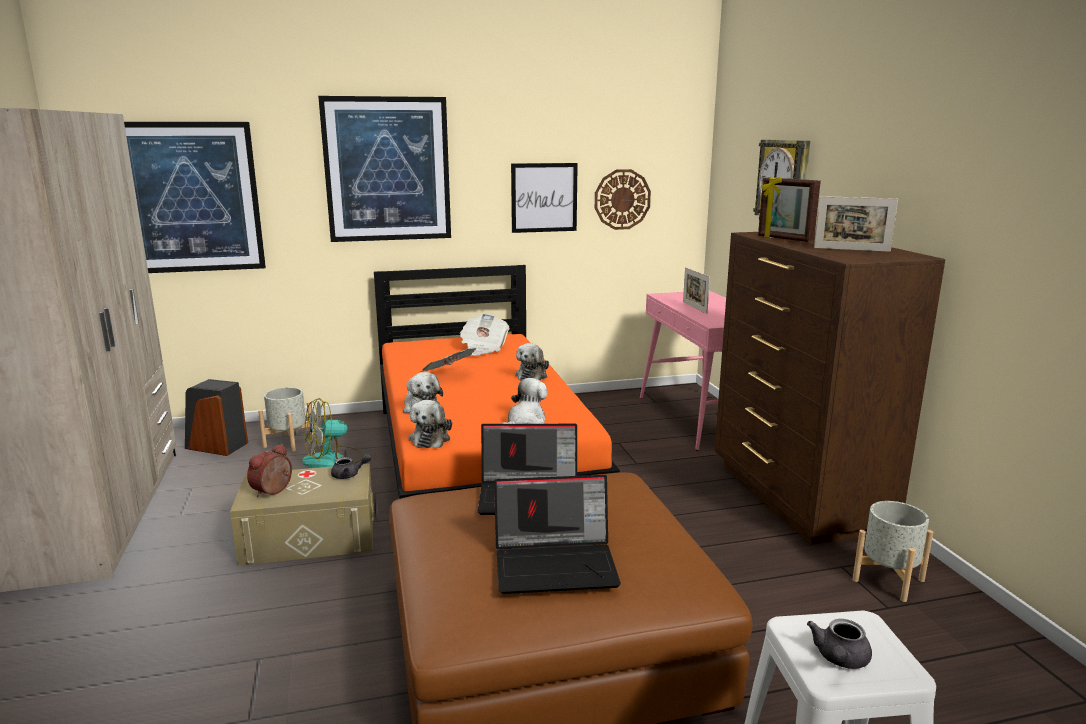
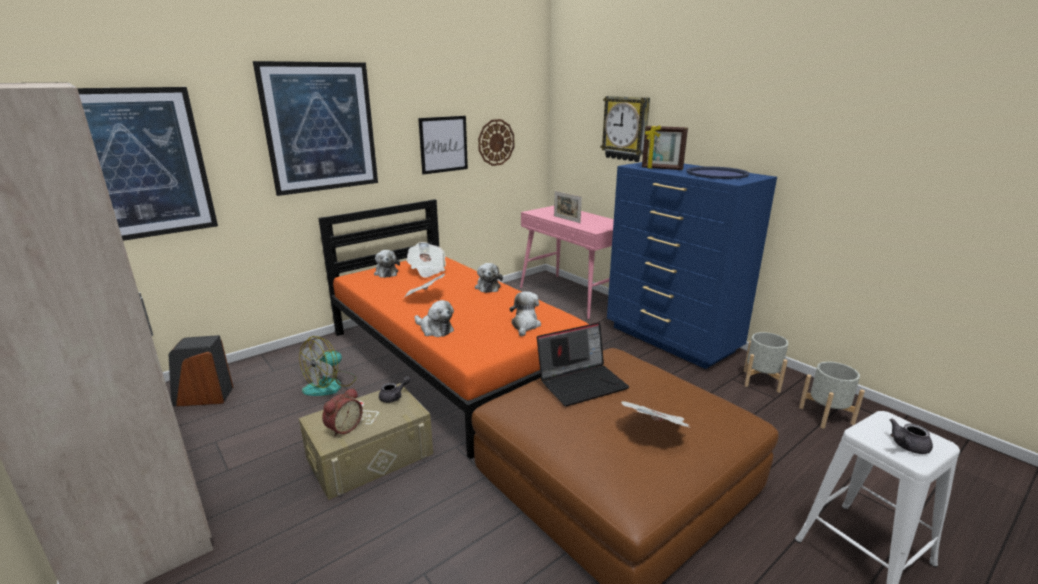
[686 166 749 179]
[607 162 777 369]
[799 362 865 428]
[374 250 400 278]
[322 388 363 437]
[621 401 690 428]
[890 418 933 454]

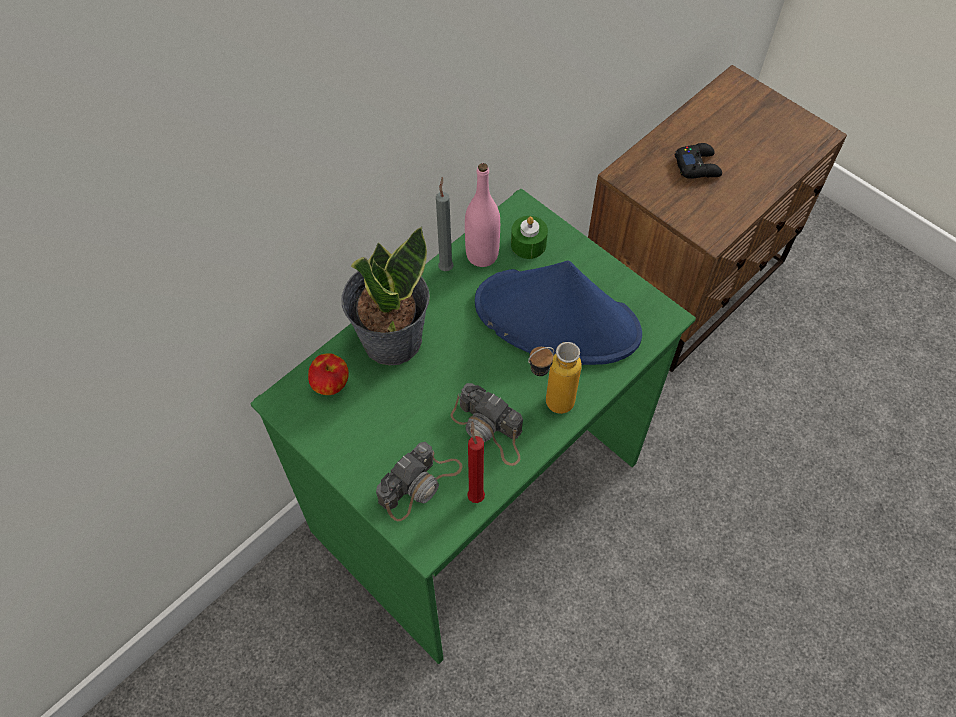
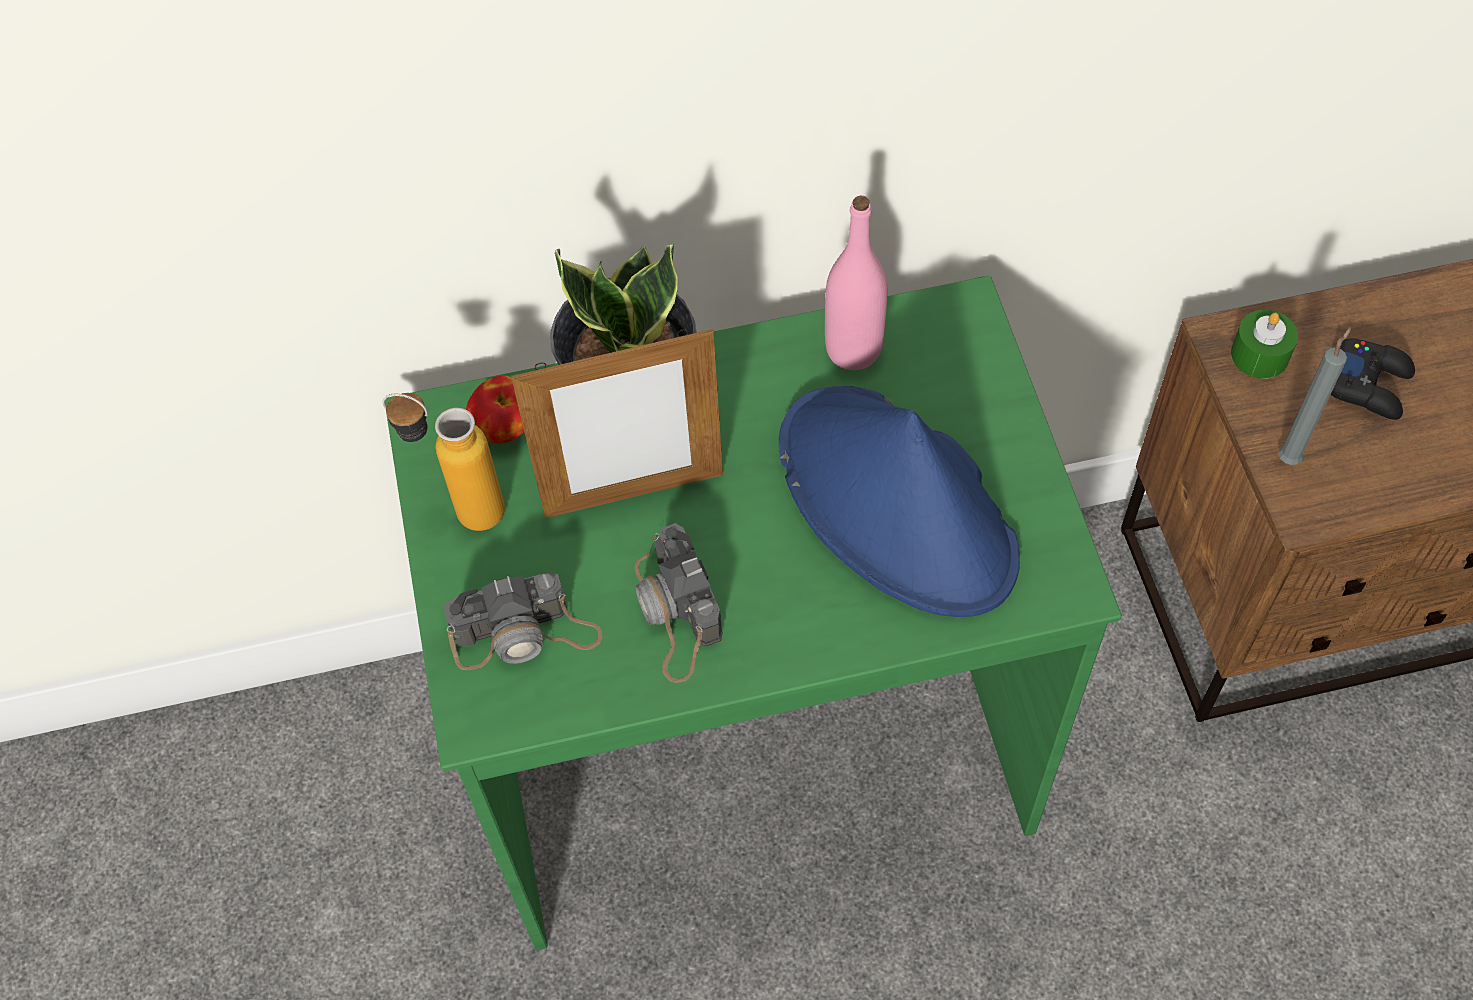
[1278 327 1351 465]
[1231 310 1298 379]
[383 393 505 531]
[467 421 485 503] (first image)
[511 329 723 518]

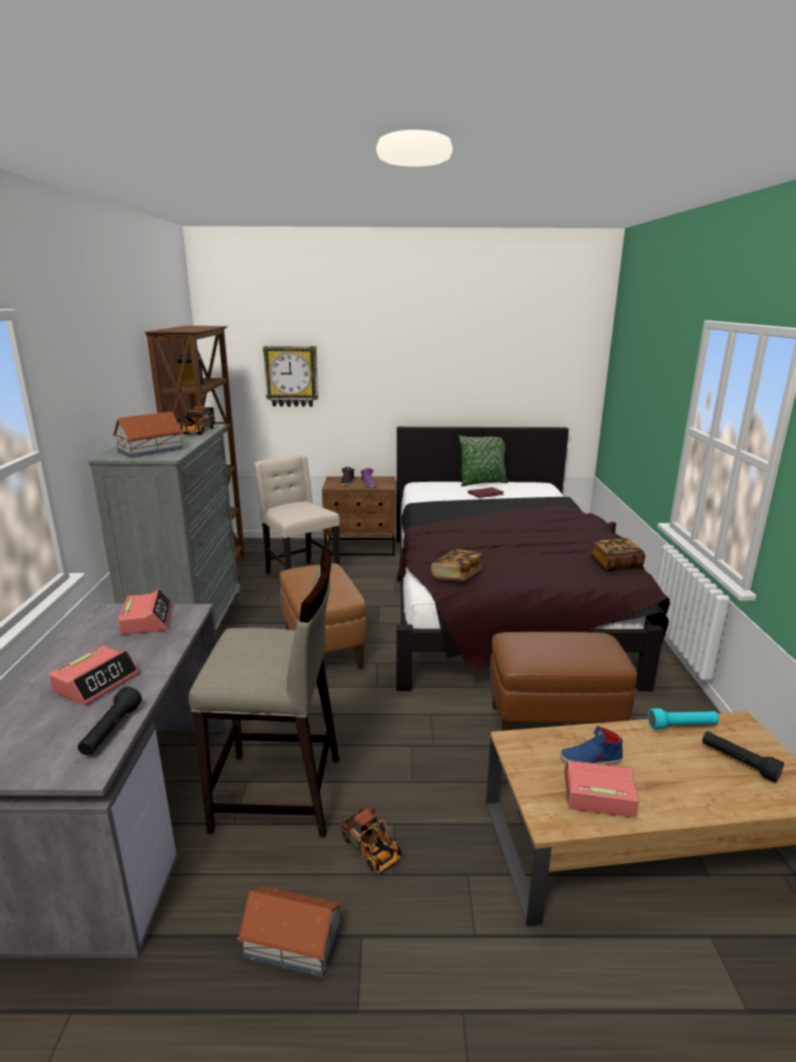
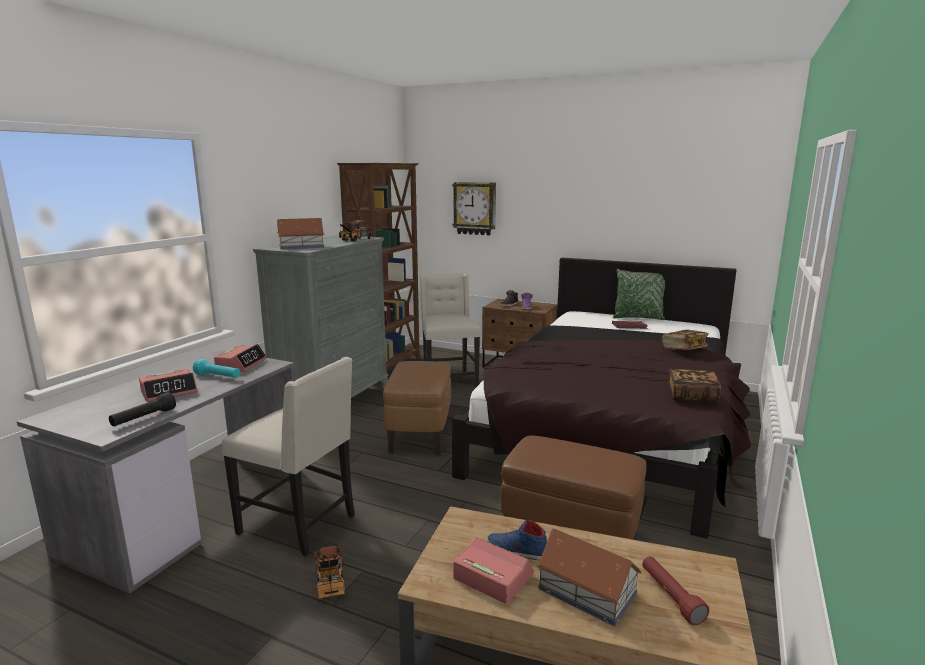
[221 357 355 557]
[662 330 709 350]
[193 359 240 378]
[642 556 709 625]
[536 529 642 626]

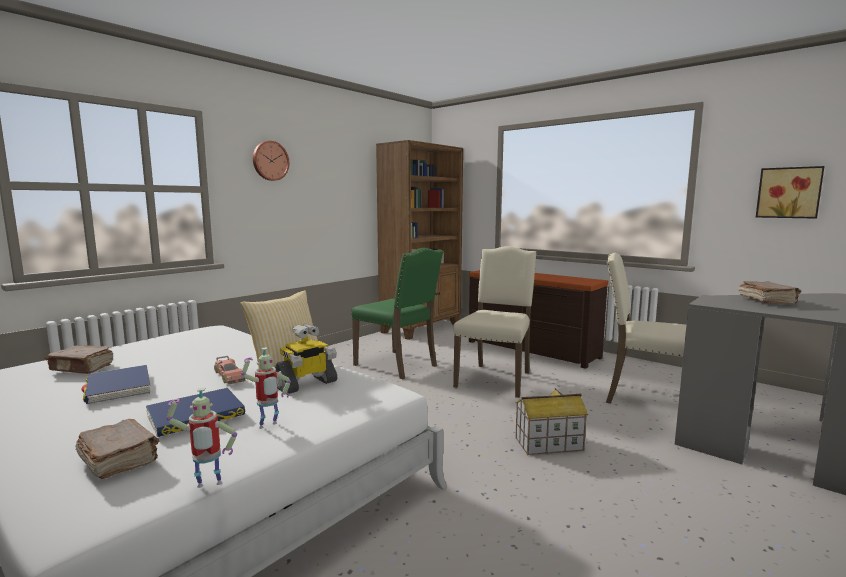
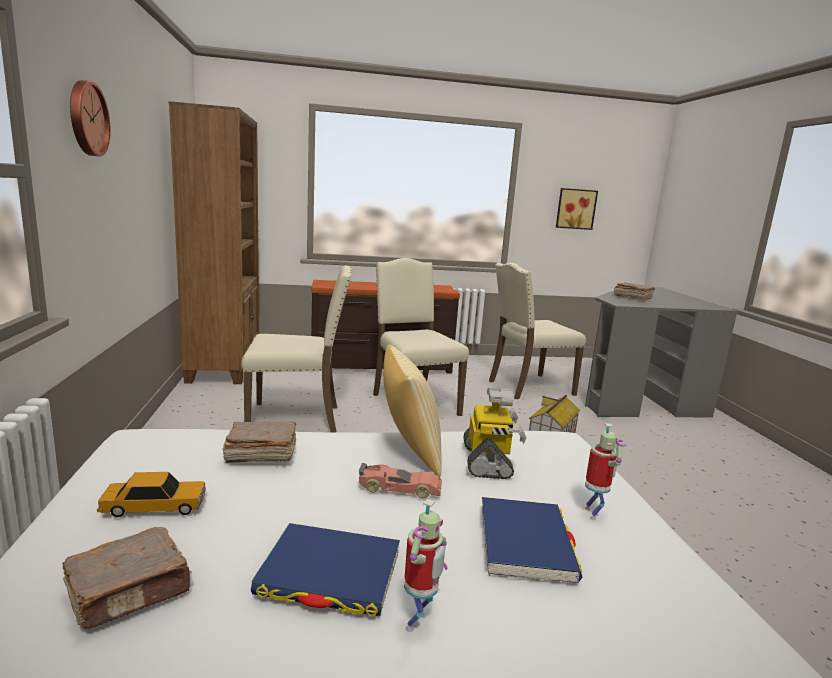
[242 265 352 432]
[404 499 448 632]
[223 421 296 463]
[97 472 206 517]

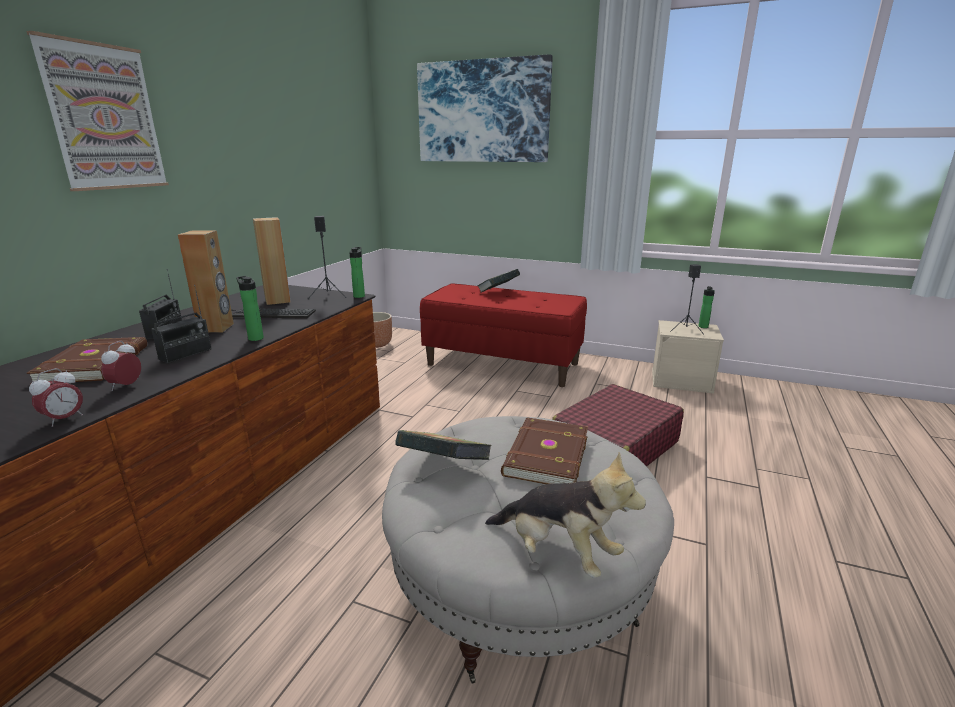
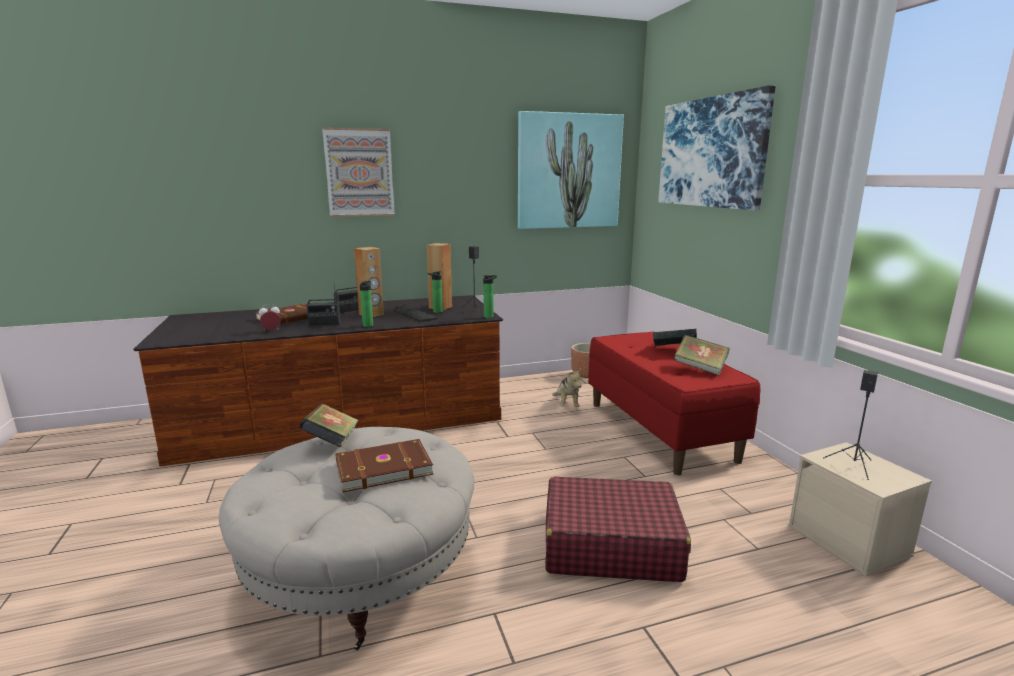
[428 271 443 313]
[29 368 83 427] (first image)
[552 368 582 407]
[518 111 624 229]
[674 335 730 375]

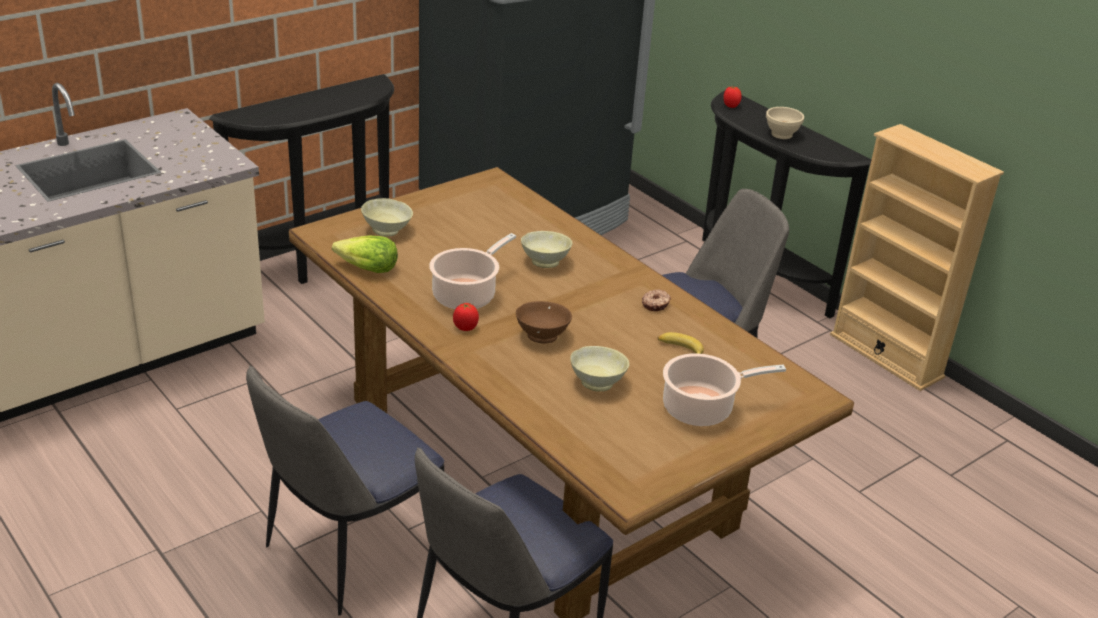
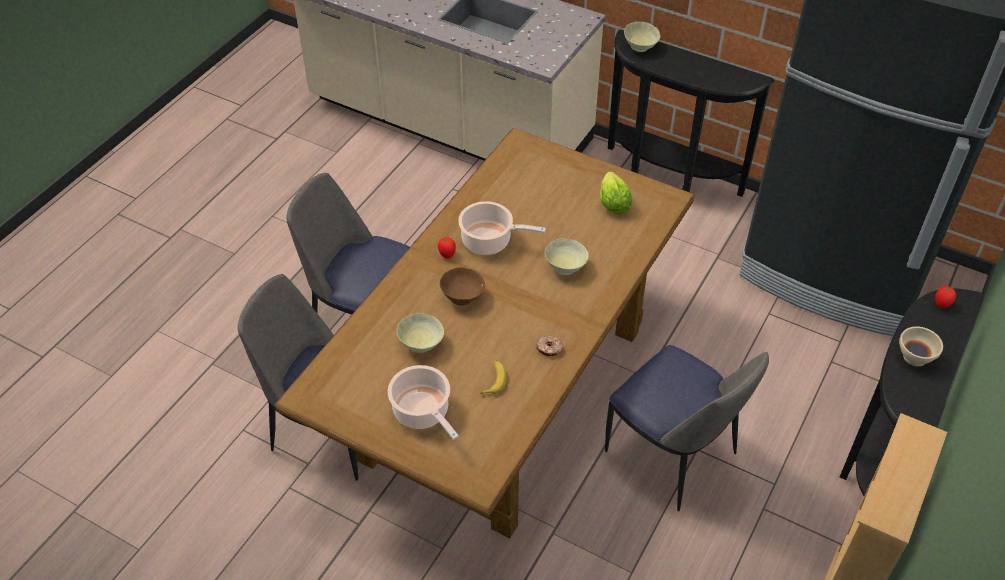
[624 22 660 52]
[600 172 632 214]

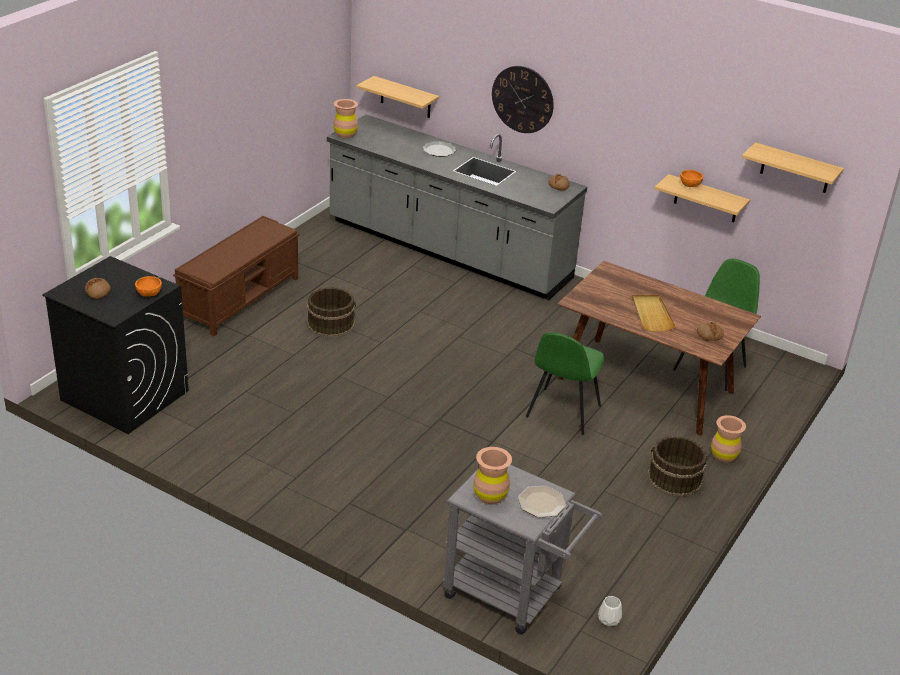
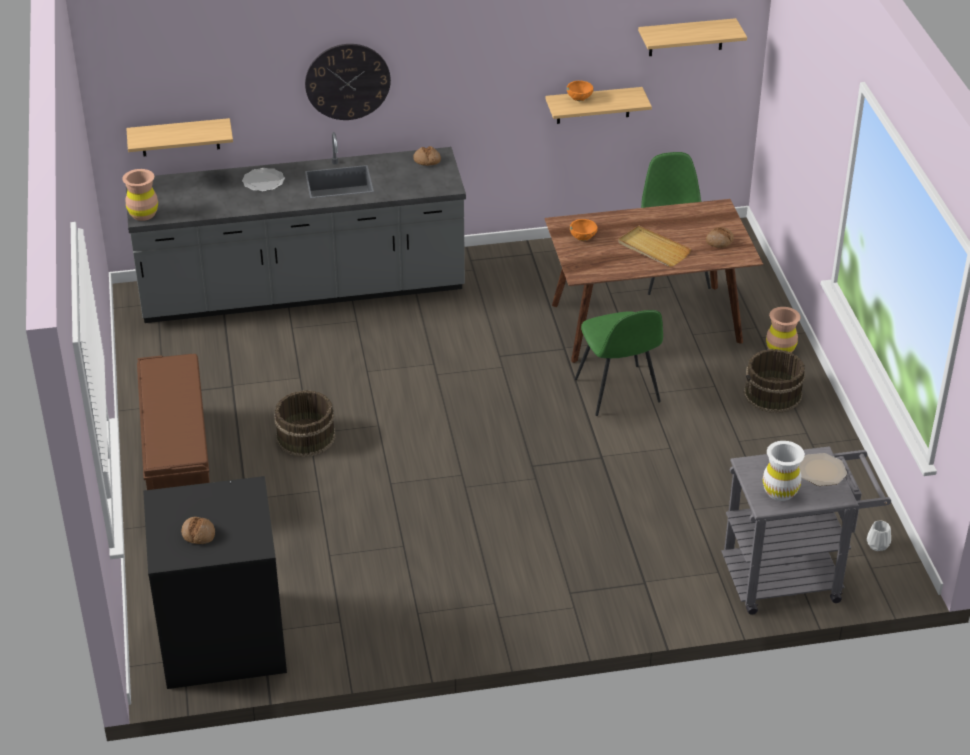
[570 219 597 241]
[763 441 805 501]

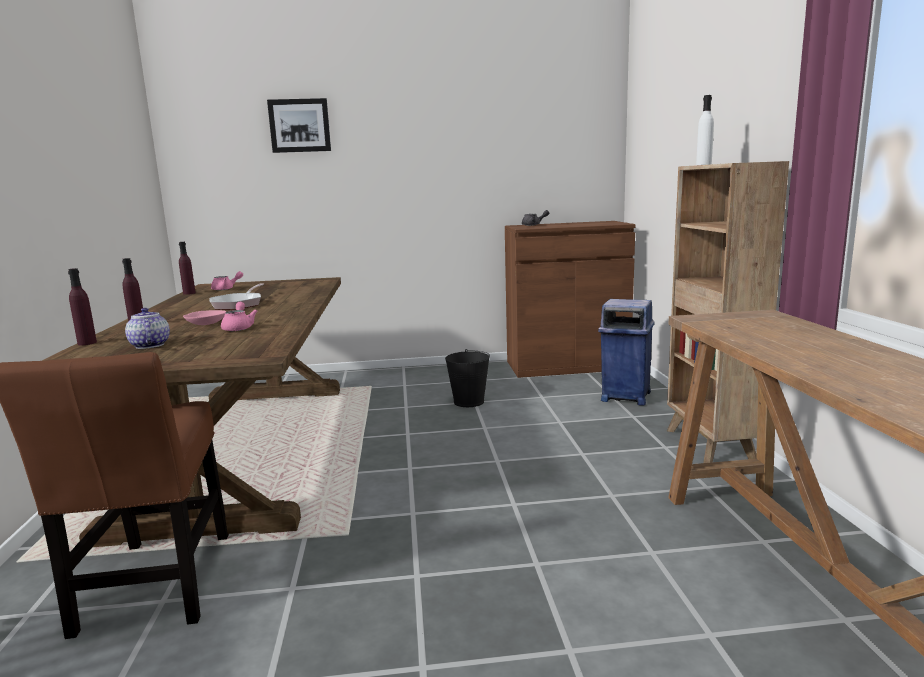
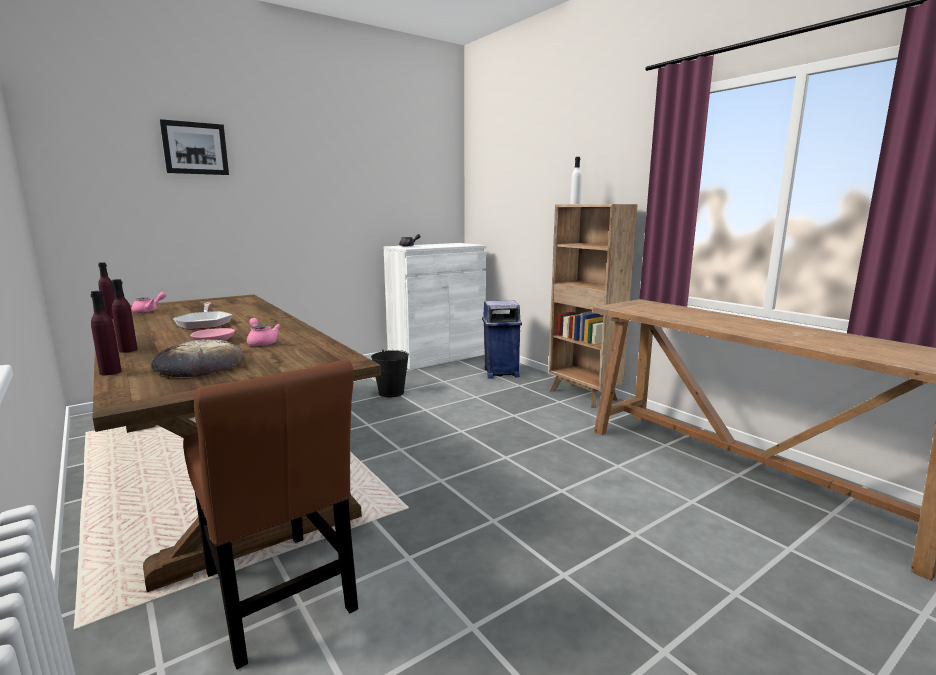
[384 243 486 370]
[151 339 243 377]

